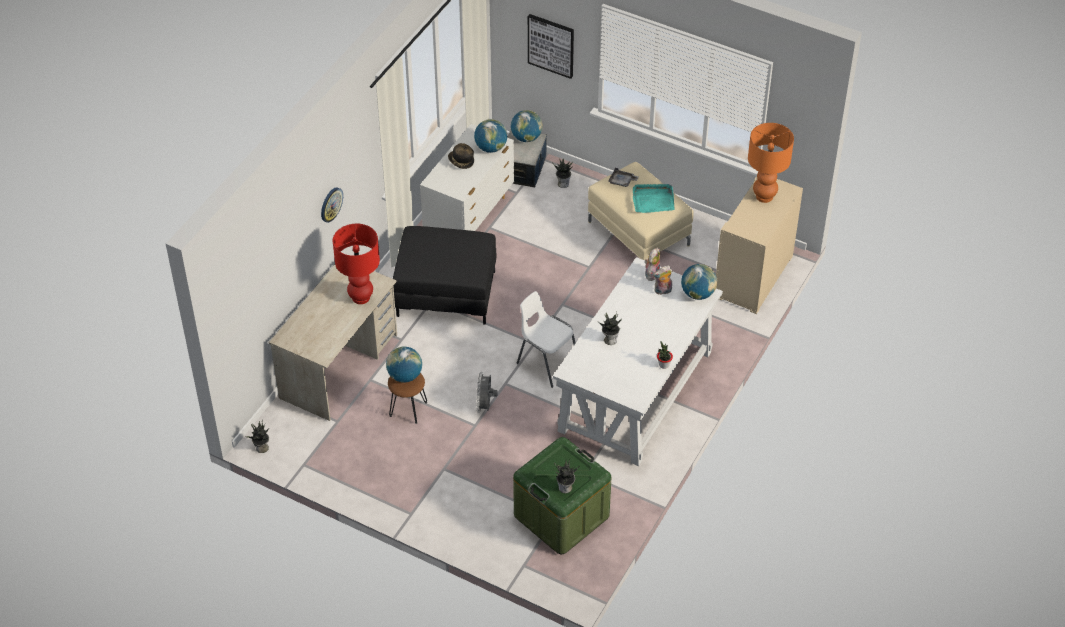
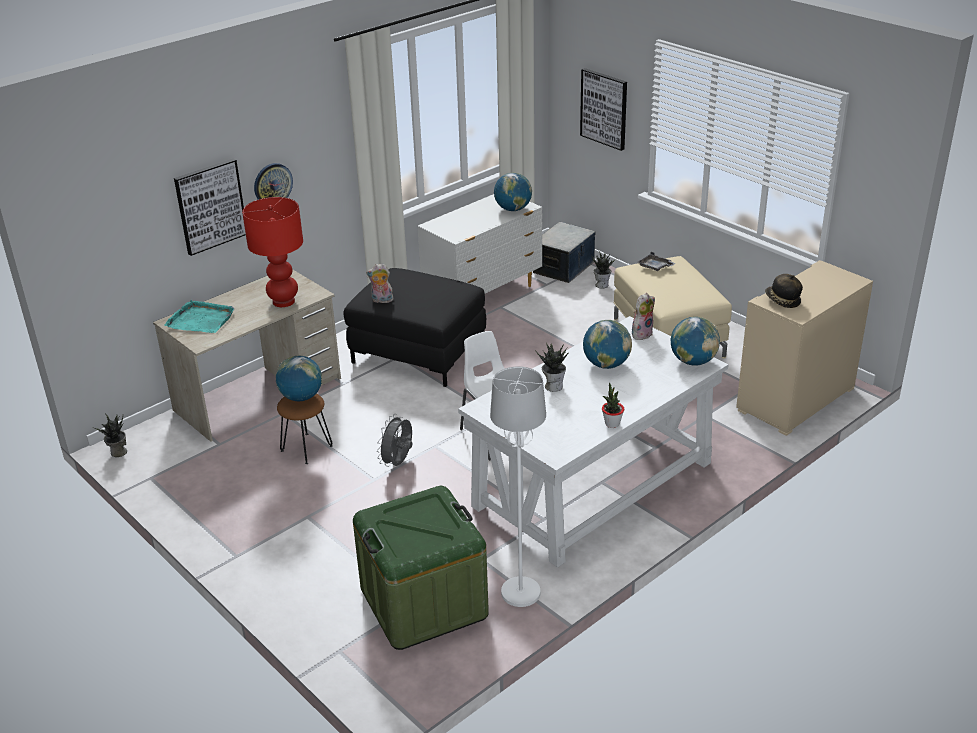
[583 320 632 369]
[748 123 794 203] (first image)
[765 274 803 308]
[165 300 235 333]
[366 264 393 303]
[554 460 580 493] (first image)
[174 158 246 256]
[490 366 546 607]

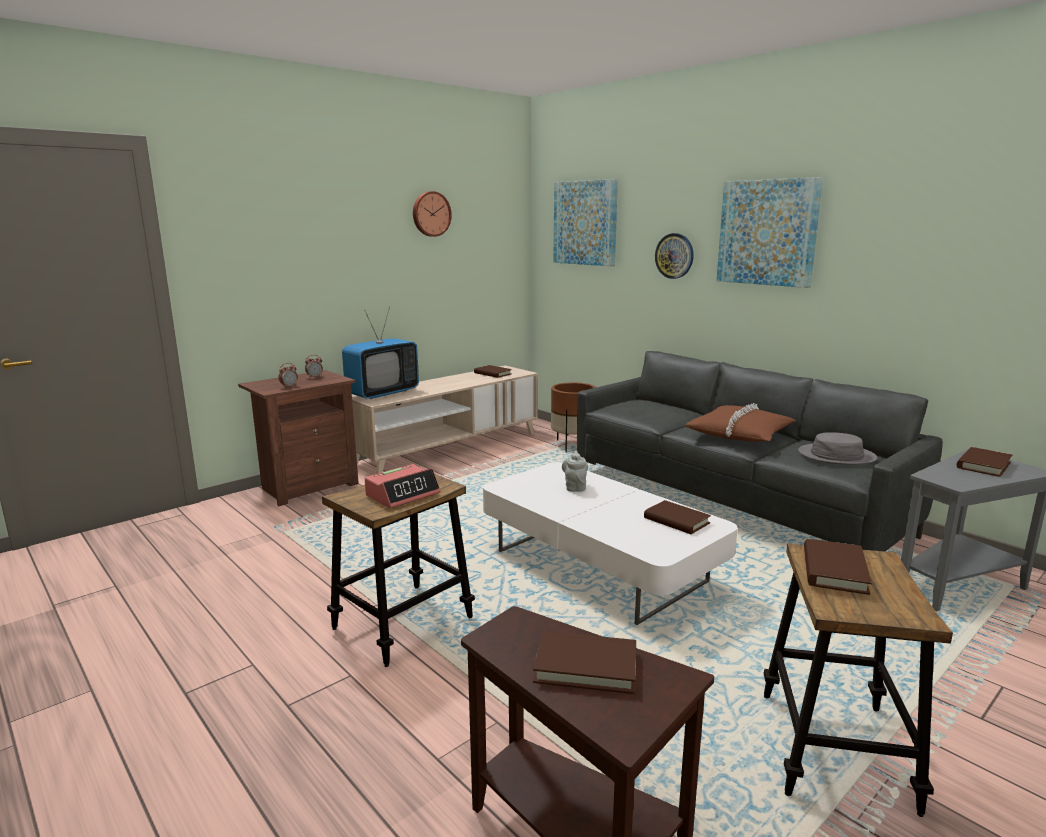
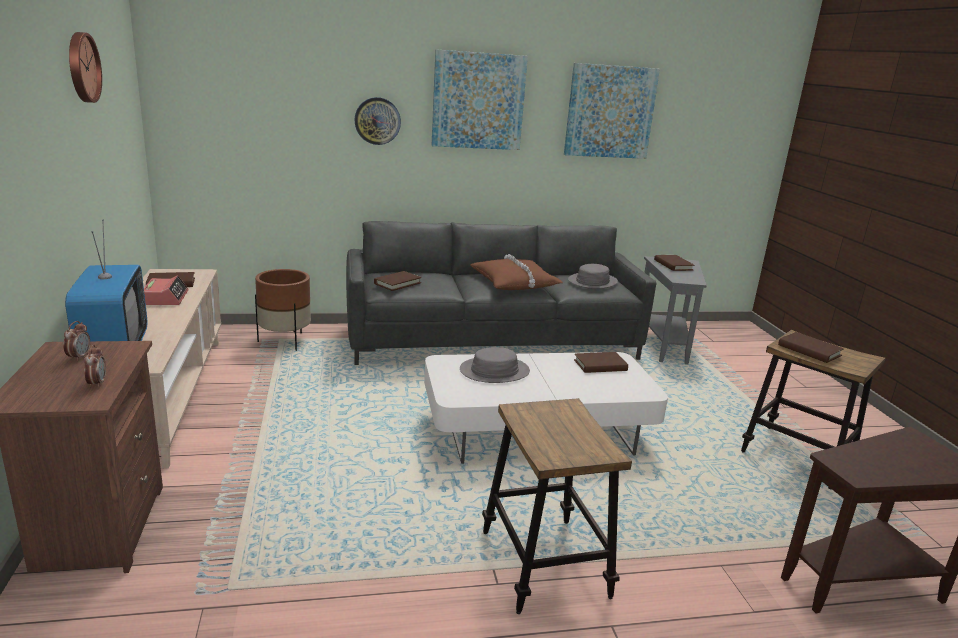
[564 63 660 159]
[460 347 530 383]
[144 275 189 305]
[374 271 422 291]

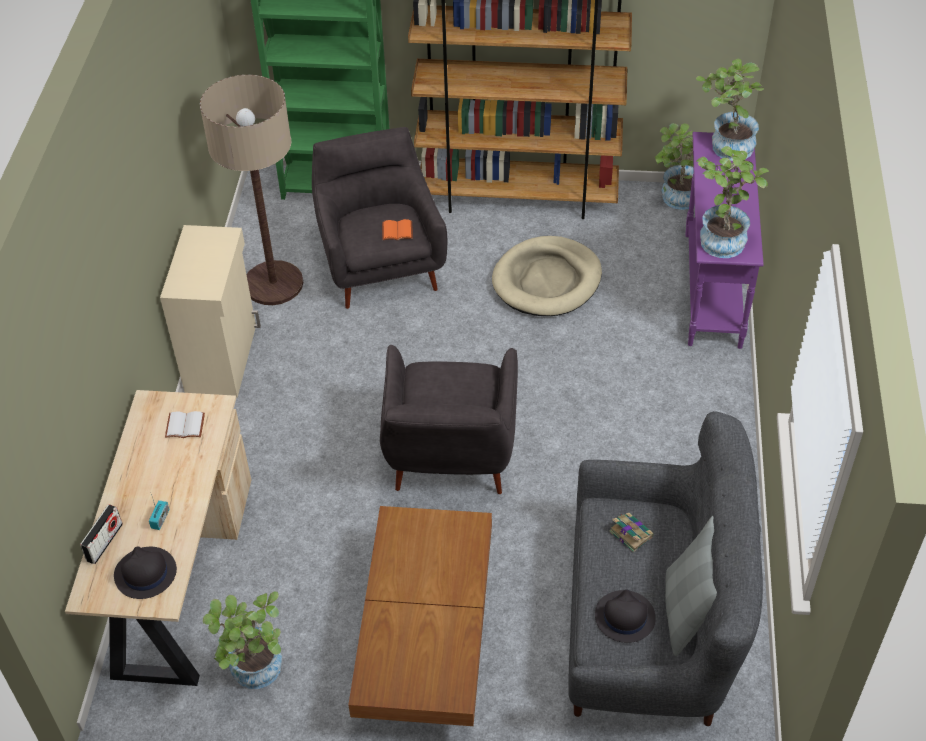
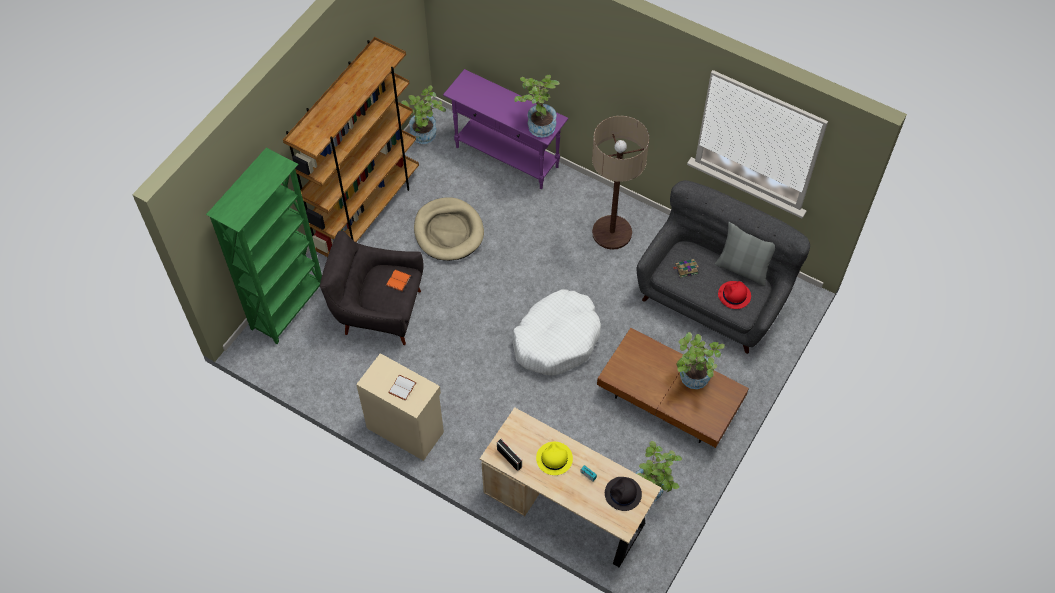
[676 332 725 389]
[592 116 649 250]
[513 289 601 375]
[388 375 417 401]
[497 438 522 471]
[718 281 751 309]
[536 442 573 475]

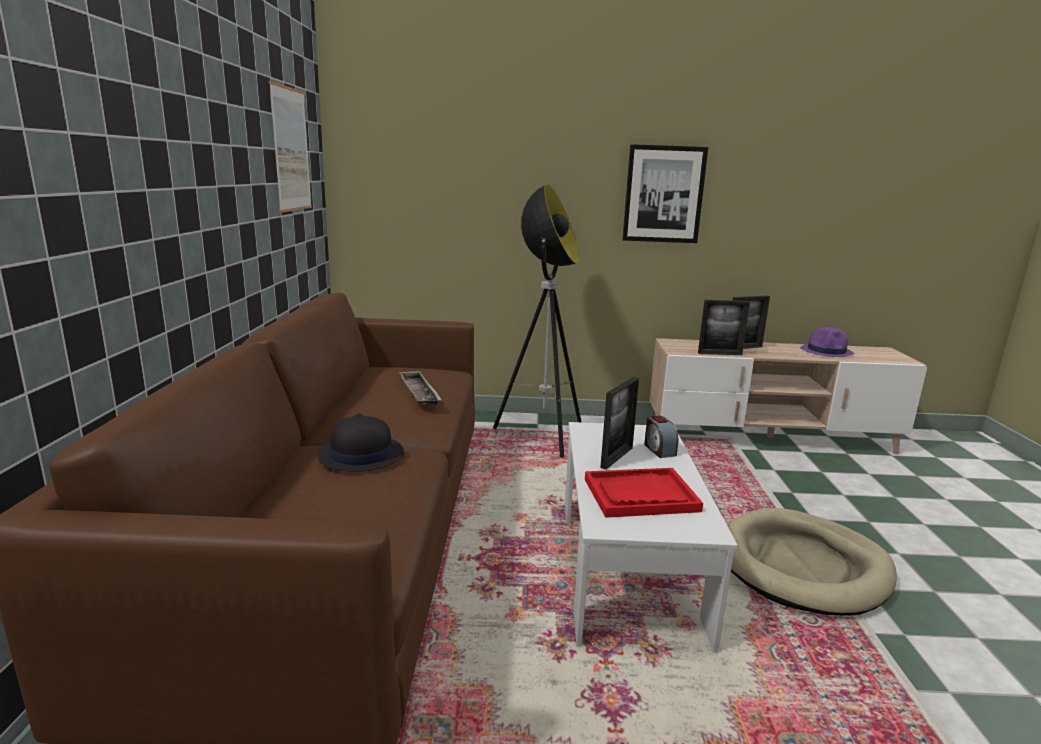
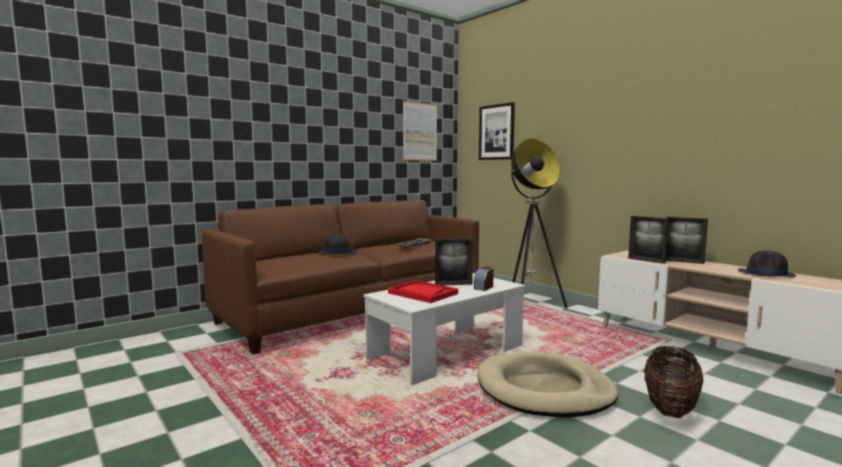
[479 102 515 160]
[738 250 796 277]
[644 346 703 418]

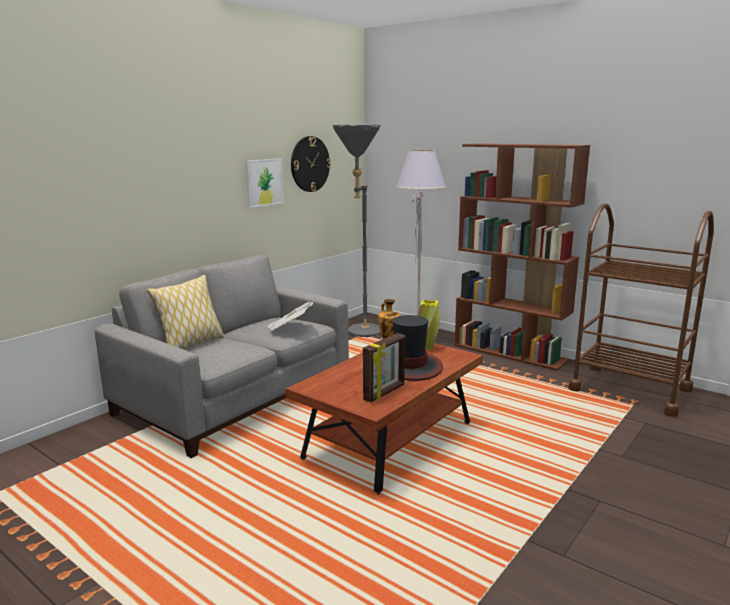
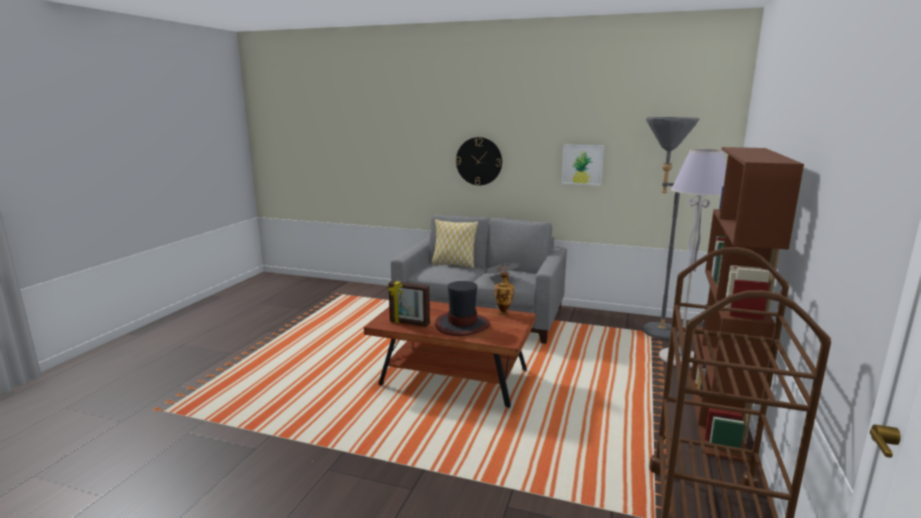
[456 137 502 185]
[418 300 440 350] (first image)

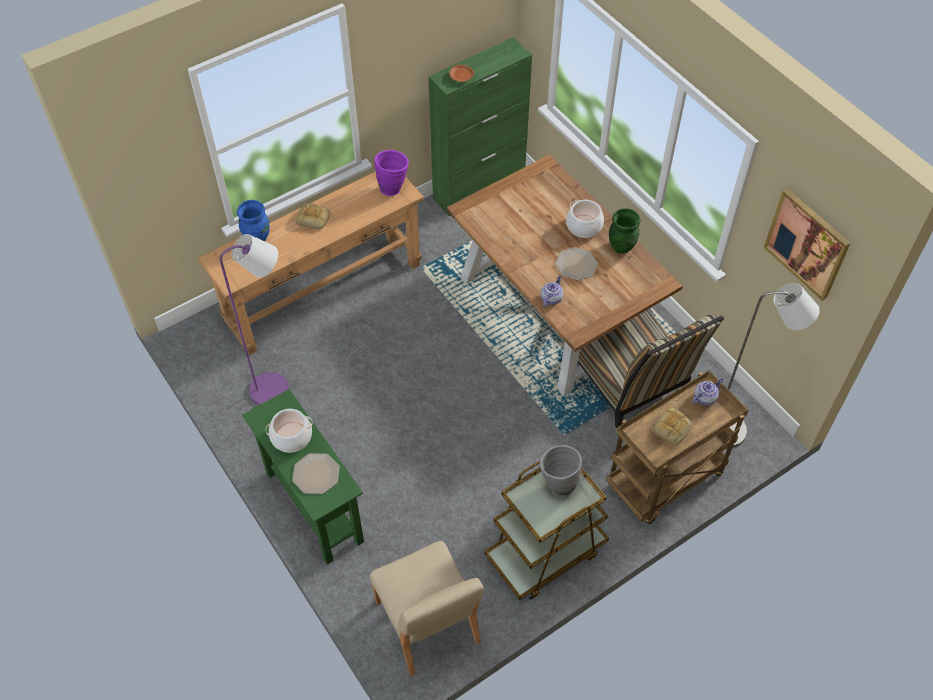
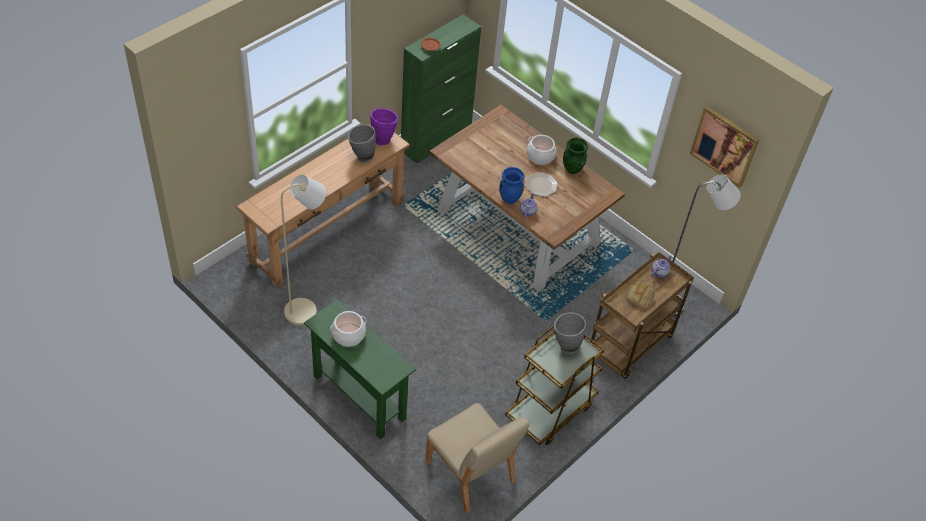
[499 167 525 204]
[296 203 330 230] (first image)
[281 175 326 325]
[578 311 724 428] (first image)
[292 453 339 494] (first image)
[348 124 376 162]

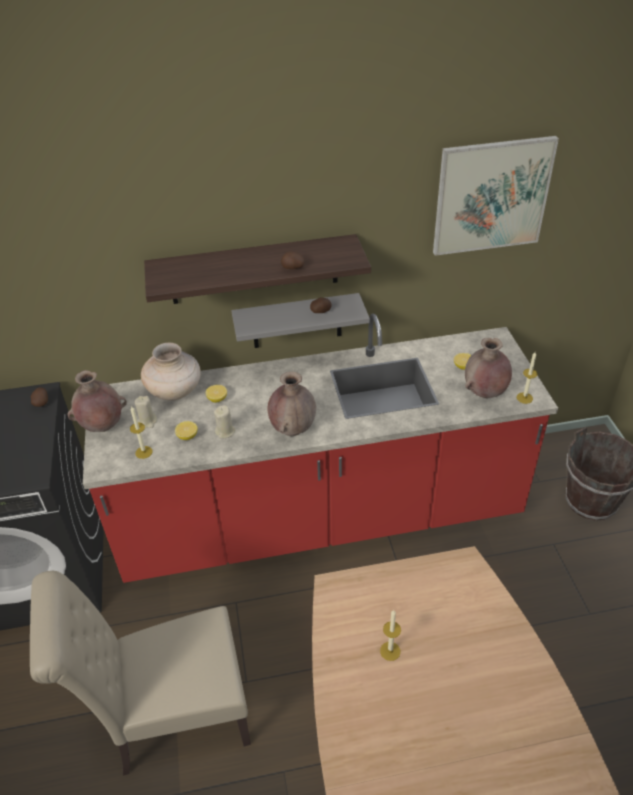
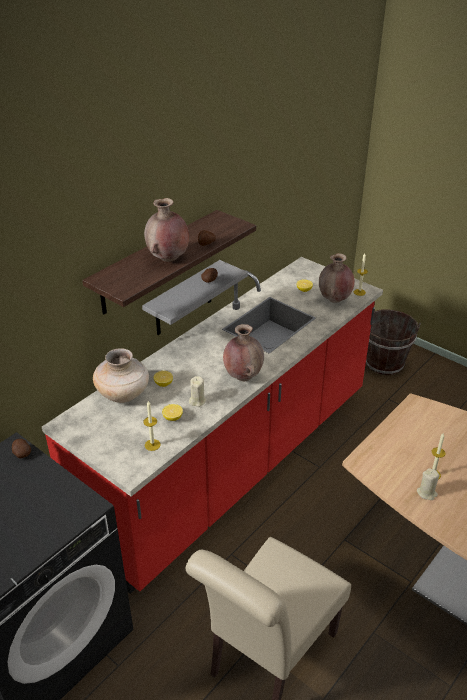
[433 136 559 256] (first image)
[144 198 189 262]
[417 468 439 500]

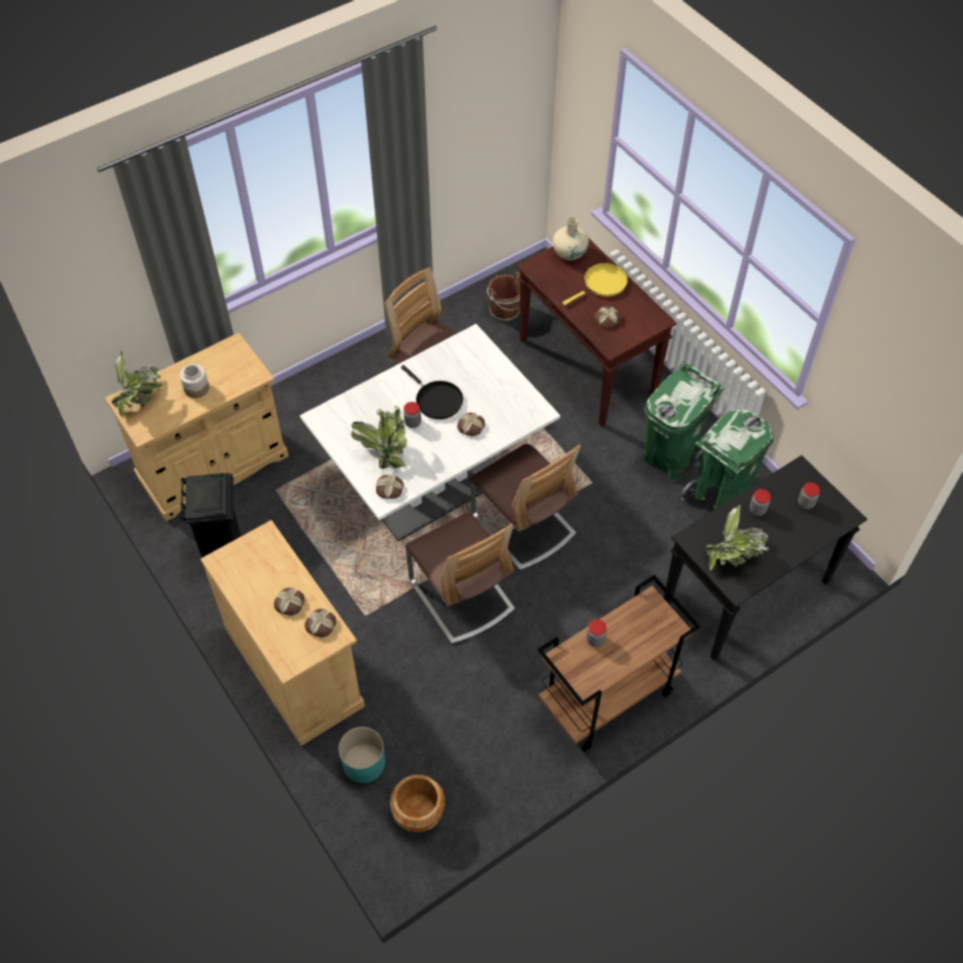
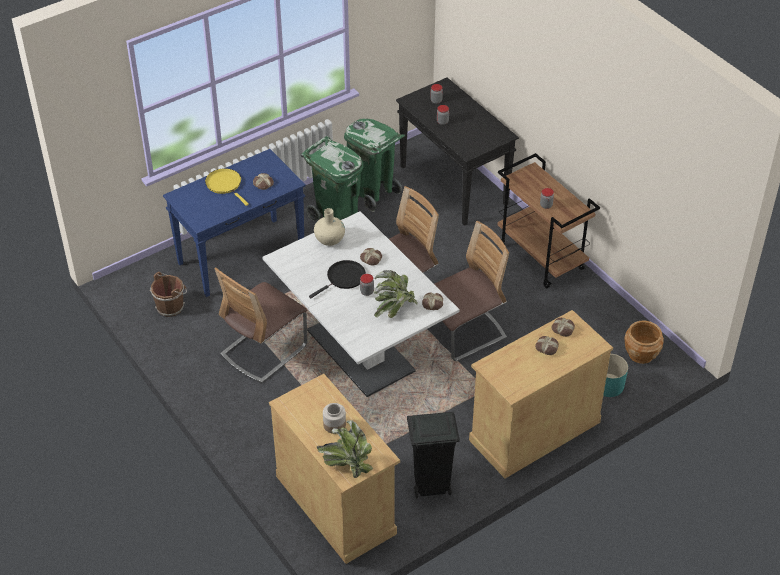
[314 208 345 246]
[163 149 306 297]
[706 504 769 571] (first image)

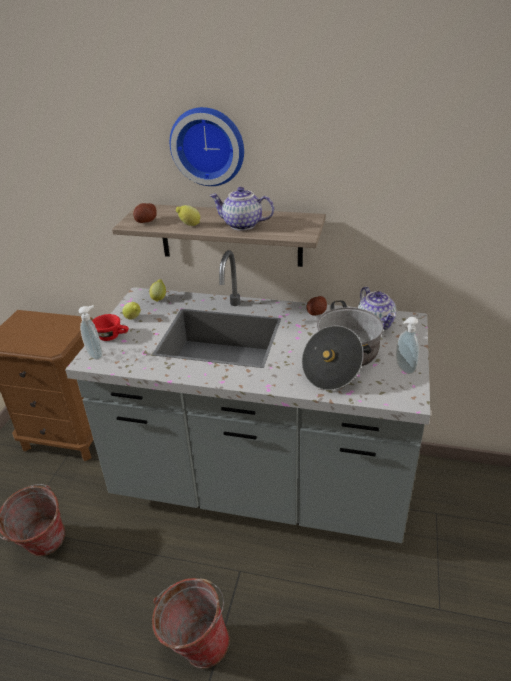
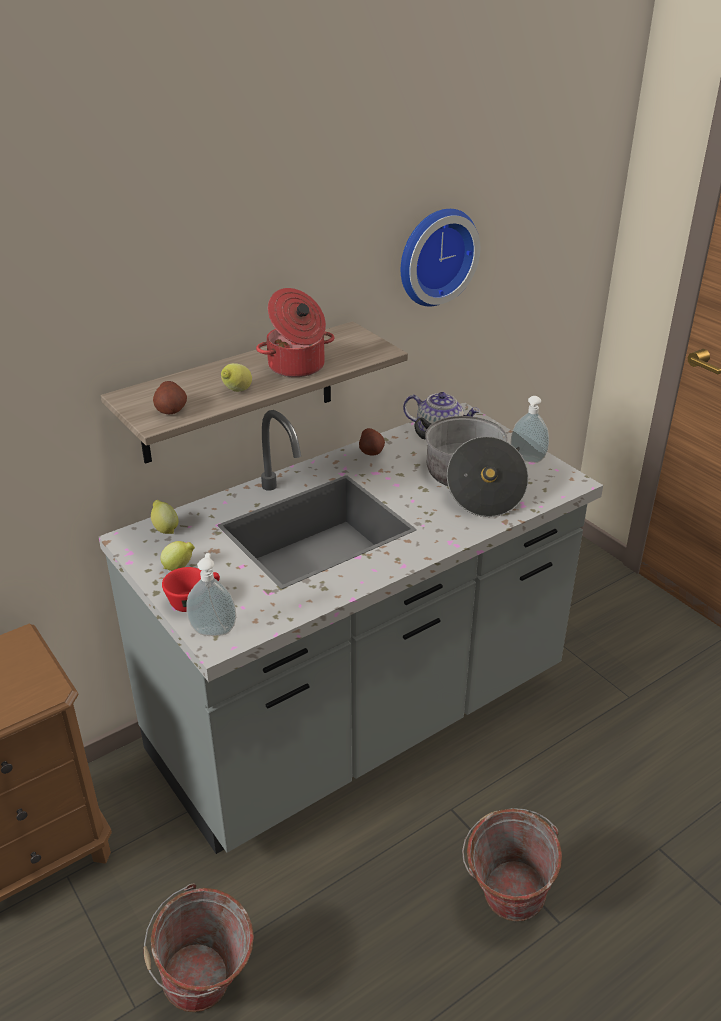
[401 209 480 306]
[256 288 335 377]

